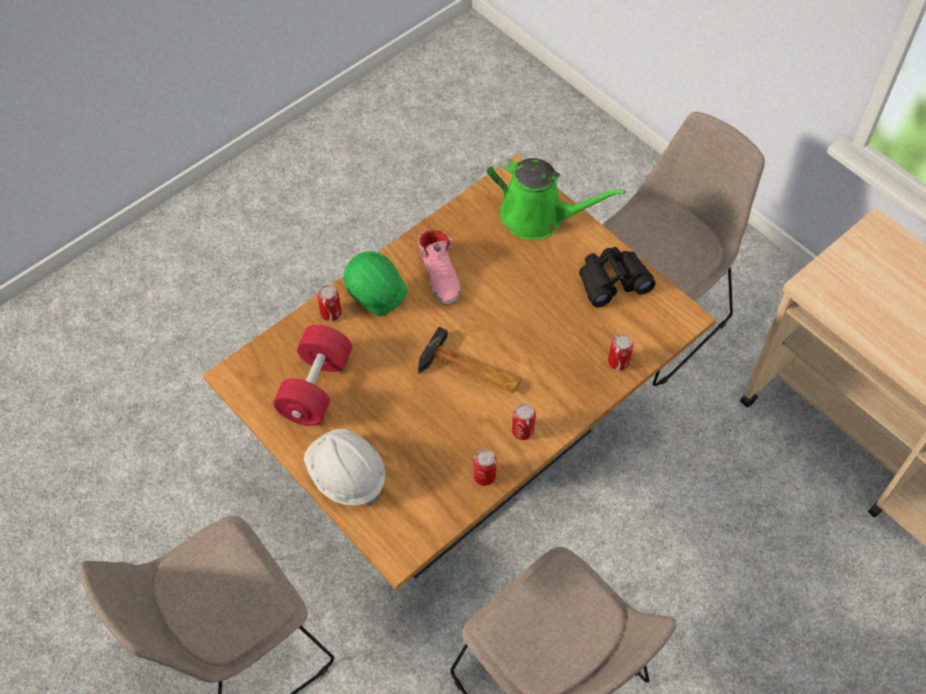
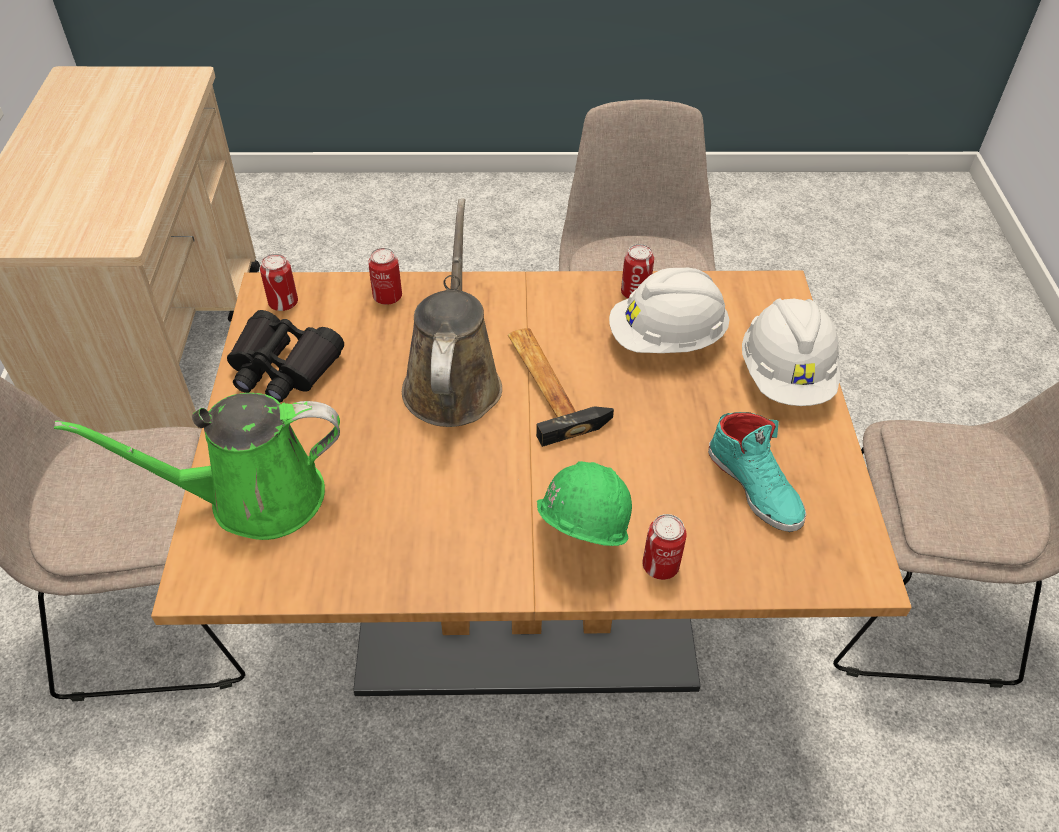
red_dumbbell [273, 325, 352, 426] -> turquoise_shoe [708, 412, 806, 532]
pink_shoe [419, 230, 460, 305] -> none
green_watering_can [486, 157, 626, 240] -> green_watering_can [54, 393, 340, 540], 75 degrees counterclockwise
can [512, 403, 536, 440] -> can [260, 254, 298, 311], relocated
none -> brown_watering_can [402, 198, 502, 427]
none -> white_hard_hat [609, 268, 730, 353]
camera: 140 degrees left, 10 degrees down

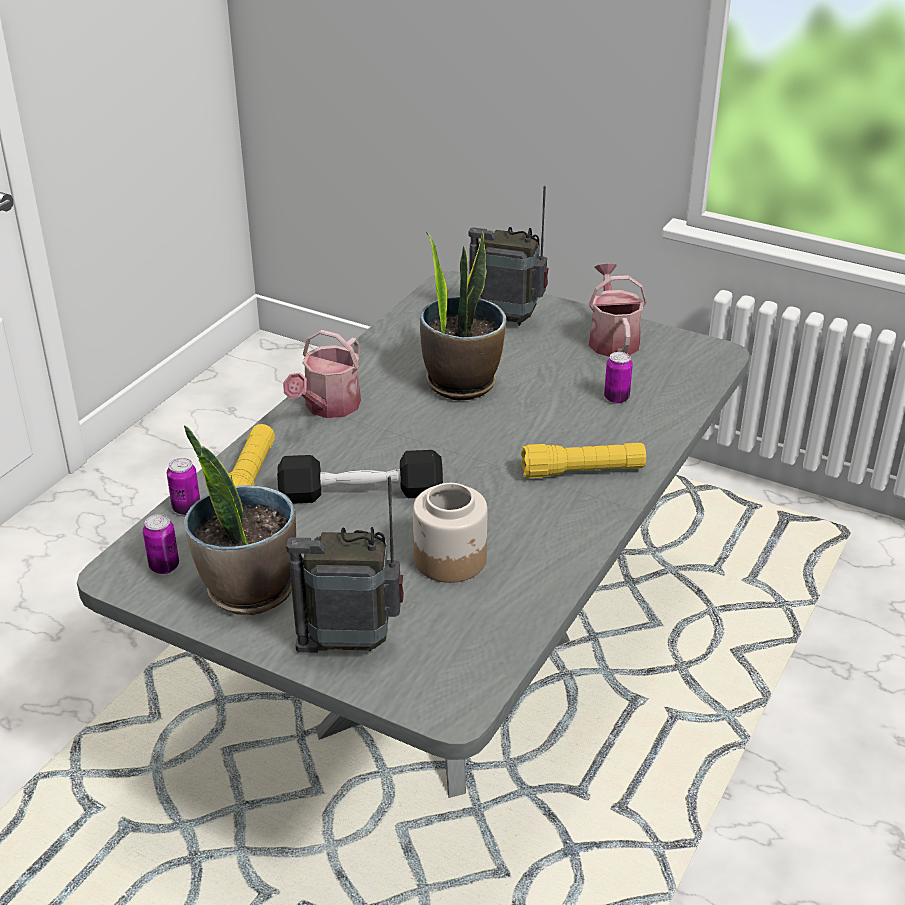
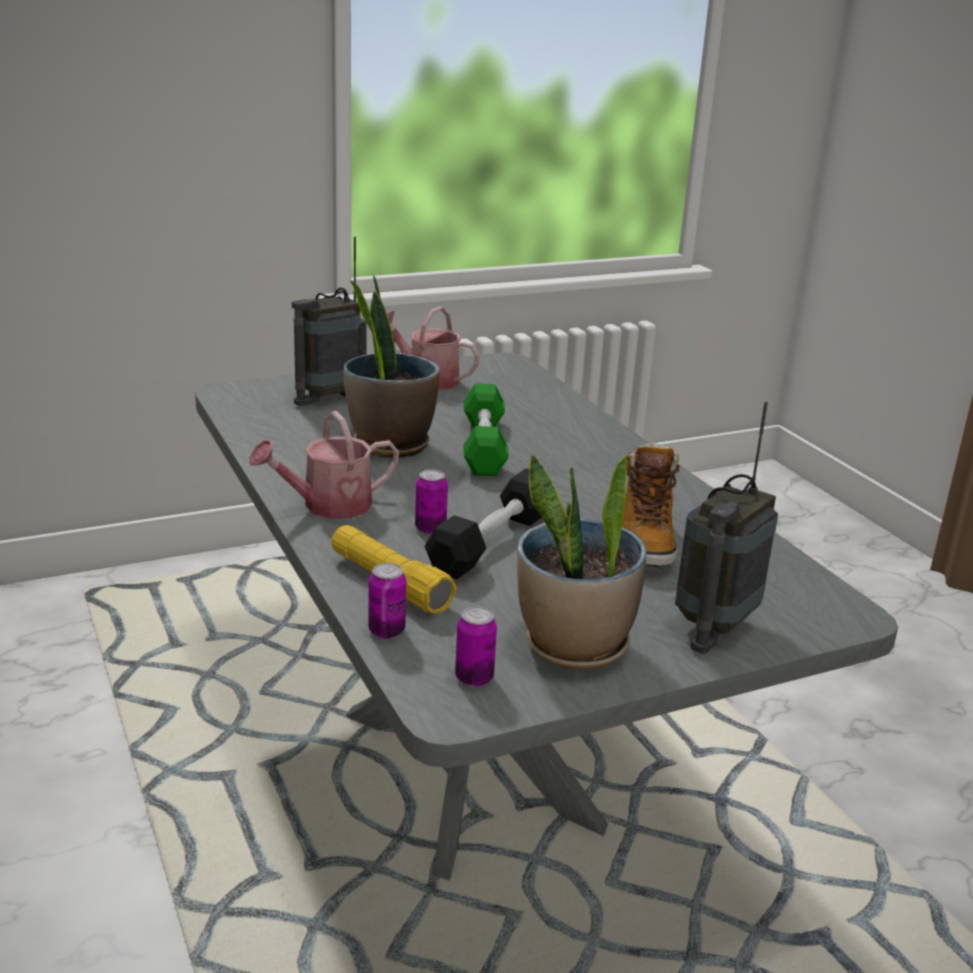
watering_can [283, 330, 361, 418] -> watering_can [249, 411, 399, 519], 90 degrees clockwise
jar [413, 483, 487, 583] -> boot [622, 443, 680, 567]
yellow_flashlight [521, 443, 646, 478] -> none
can [604, 352, 633, 404] -> can [415, 469, 448, 534], relocated
none -> green_dumbbell [463, 384, 509, 476]
camera: 55 degrees left, 10 degrees down

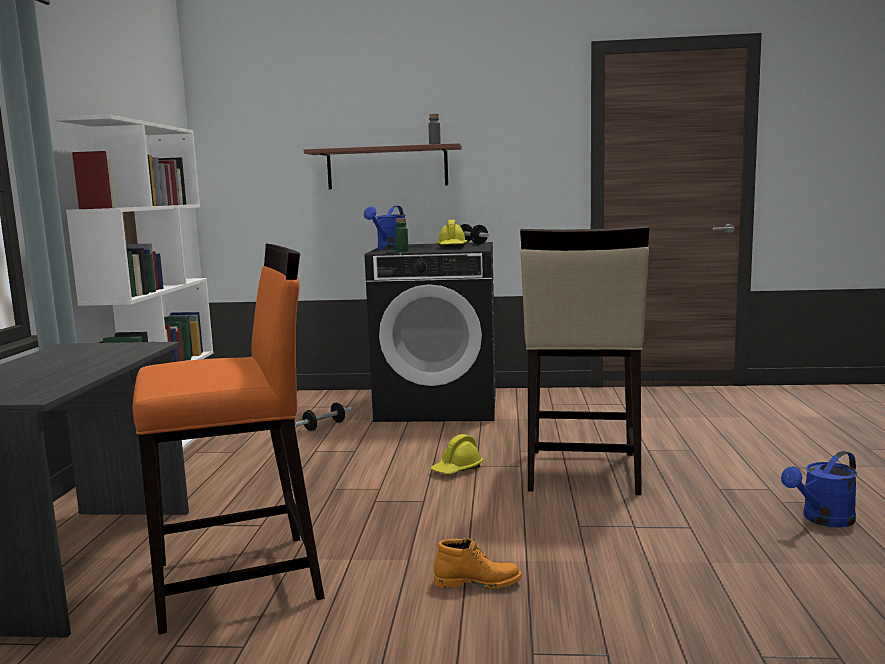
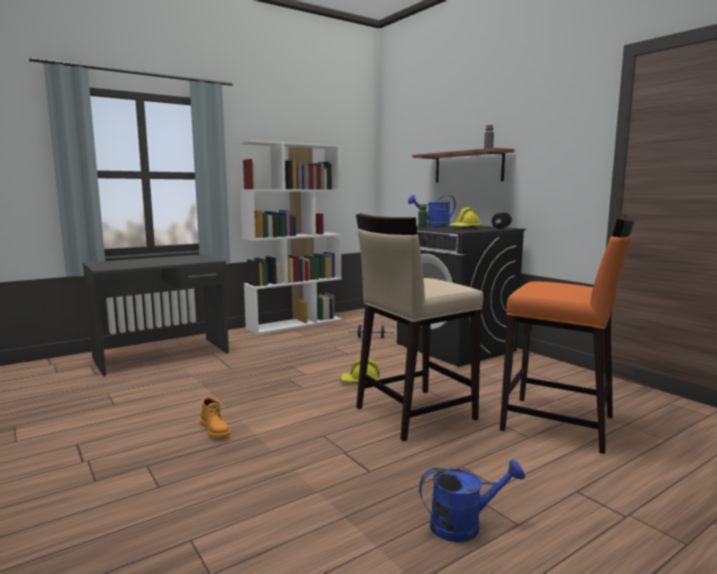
orange_stool [132, 243, 325, 635] -> orange_stool [500, 214, 635, 454], relocated
blue_watering_can [781, 451, 858, 527] -> blue_watering_can [419, 459, 525, 542], 150 degrees clockwise
camera: 50 degrees right, 0 degrees up

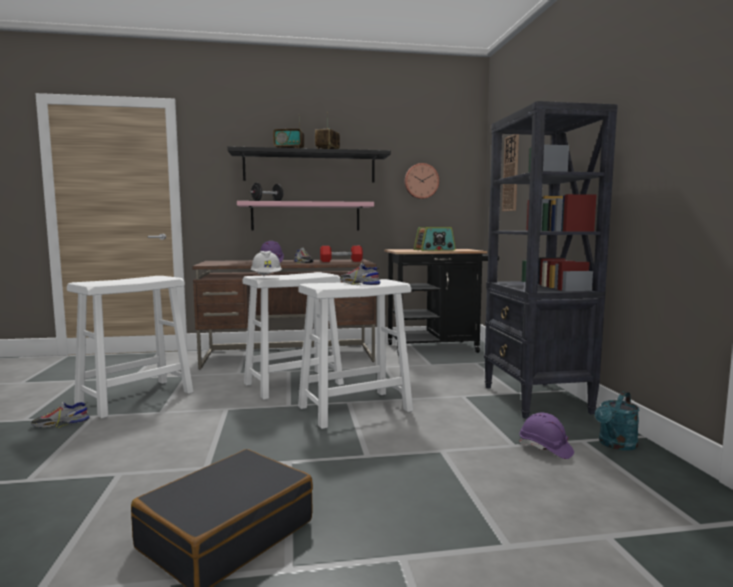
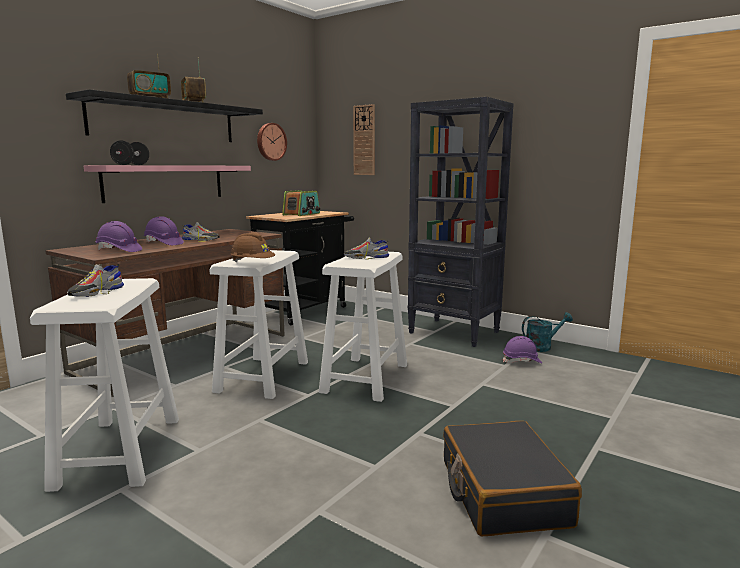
shoe [31, 402, 90, 428] -> shoe [67, 264, 124, 297], relocated
white_hard_hat [250, 251, 282, 276] -> brown_hard_hat [230, 232, 275, 262]
red_dumbbell [320, 246, 363, 262] -> none
turquoise_watering_can [595, 391, 639, 451] -> turquoise_watering_can [522, 312, 573, 352], 105 degrees counterclockwise
none -> purple_hard_hat [95, 221, 142, 252]
camera: 45 degrees left, 5 degrees up

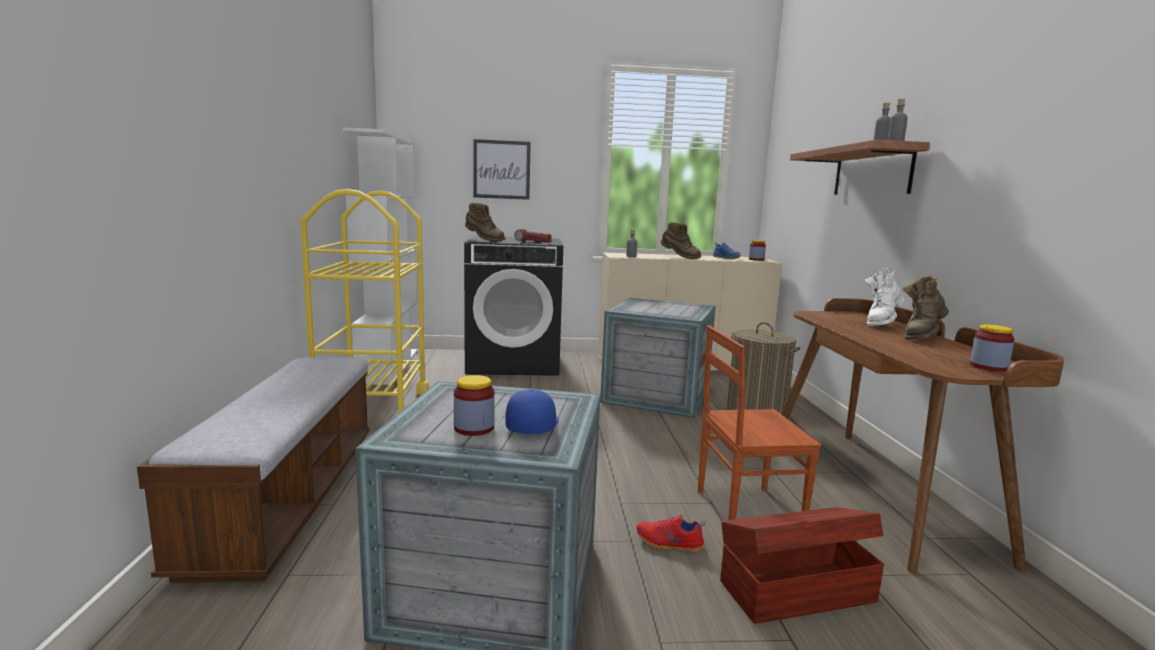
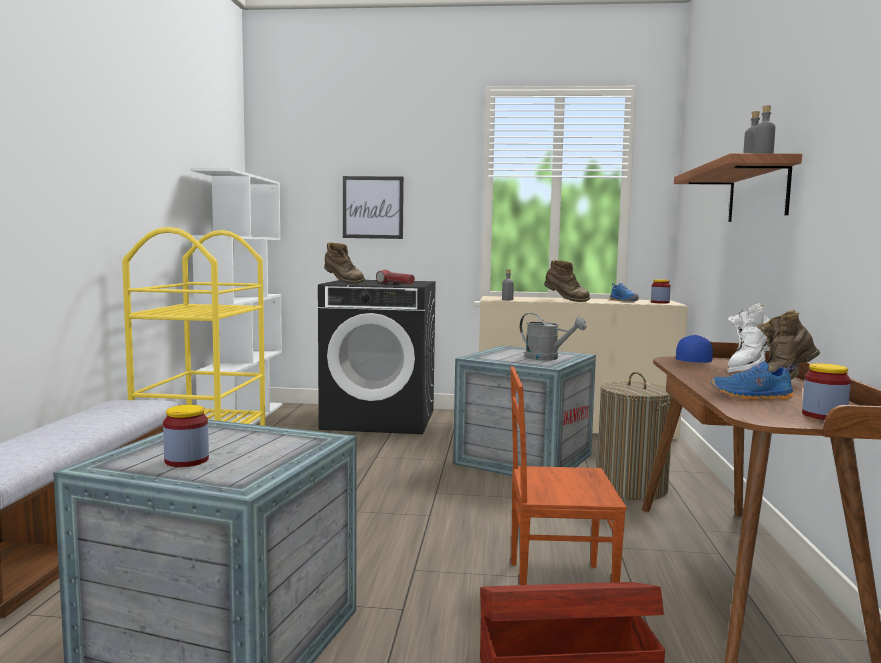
blue_cap [505, 389, 559, 434] -> blue_cap [676, 335, 713, 363], relocated
red_shoe [636, 515, 706, 552] -> none
none -> grey_watering_can [520, 313, 586, 360]
none -> blue_shoe [711, 361, 794, 400]
camera: 10 degrees right, 5 degrees down

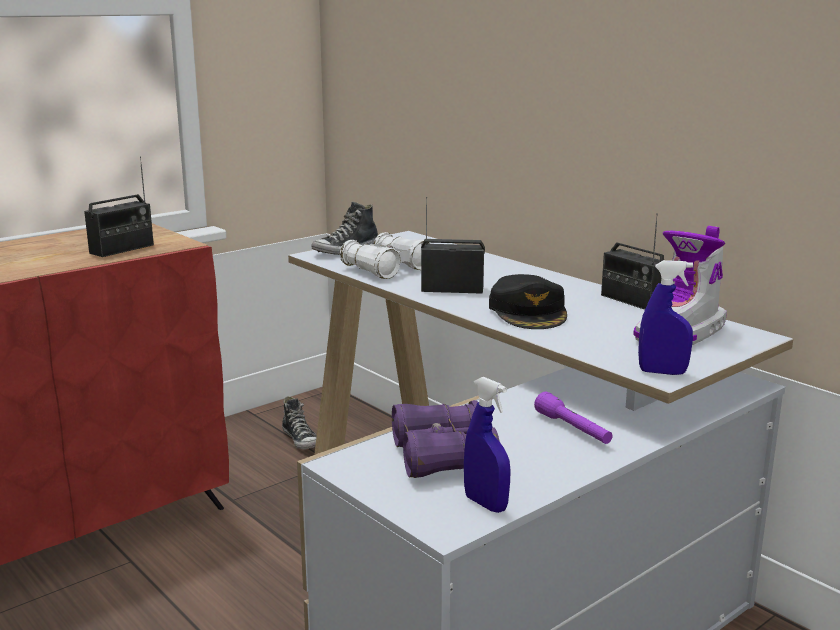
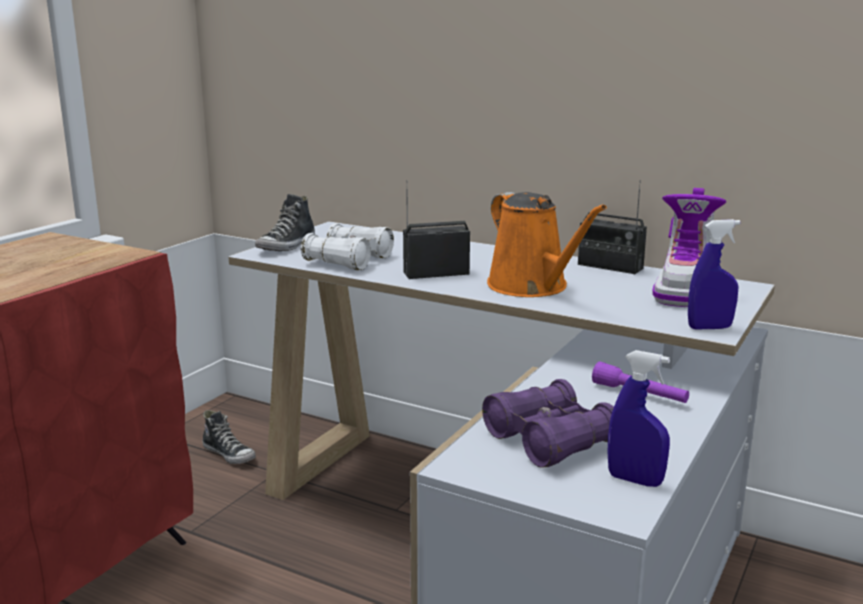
radio [84, 156, 154, 257] -> none
black_cap [489, 274, 567, 329] -> orange_watering_can [487, 192, 607, 297]
camera: 20 degrees left, 0 degrees up

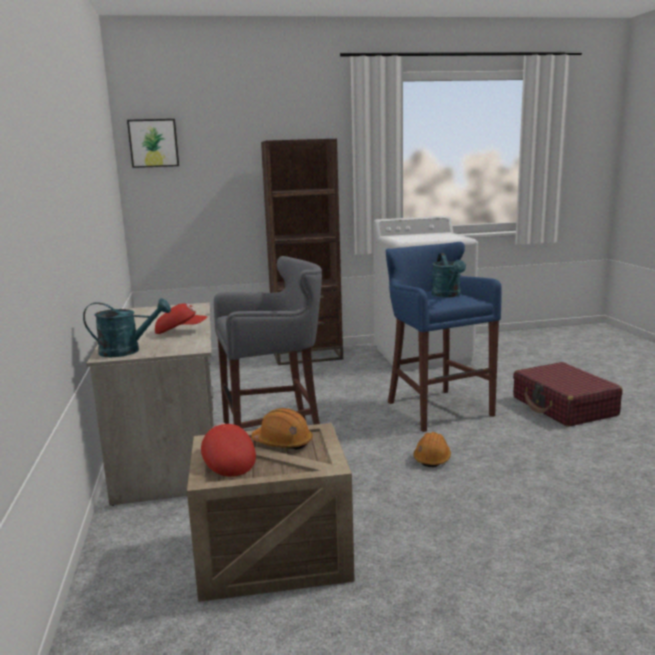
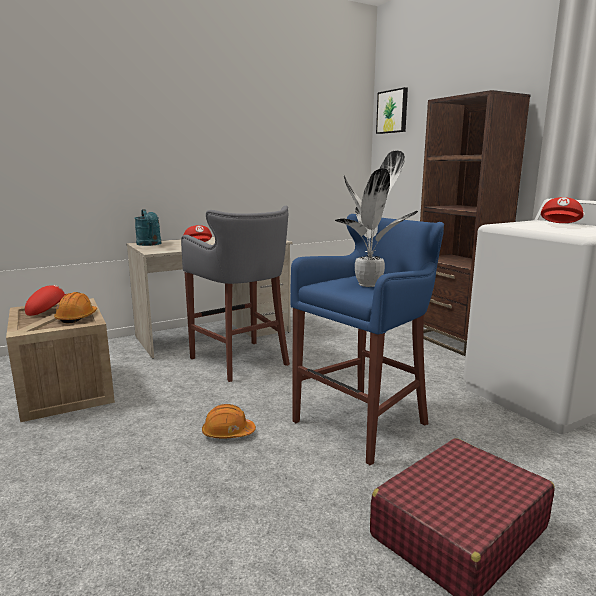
turquoise_watering_can [432, 253, 466, 297] -> potted_plant [335, 150, 418, 287]
none -> red_cap [541, 197, 583, 223]
camera: 70 degrees right, 0 degrees up

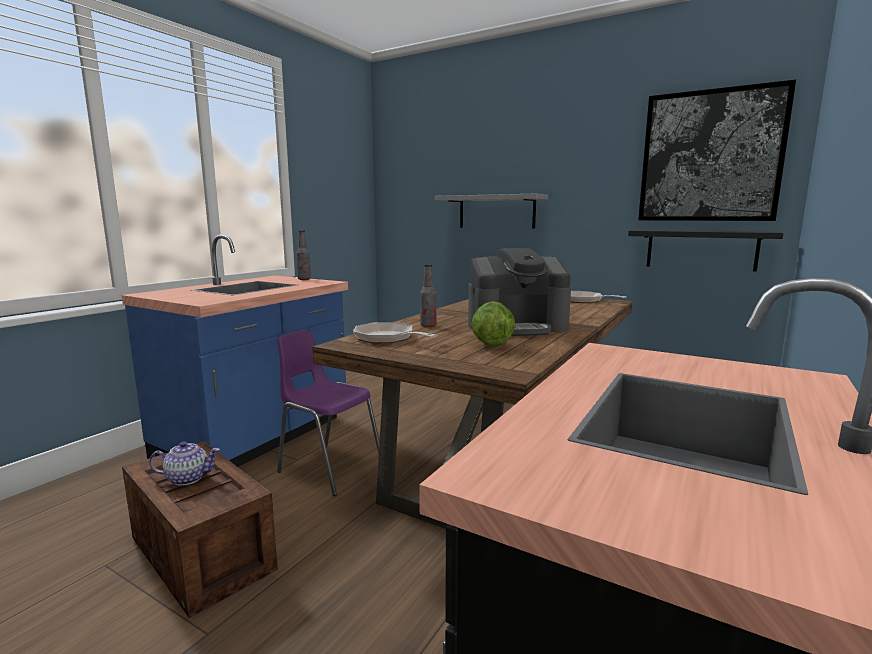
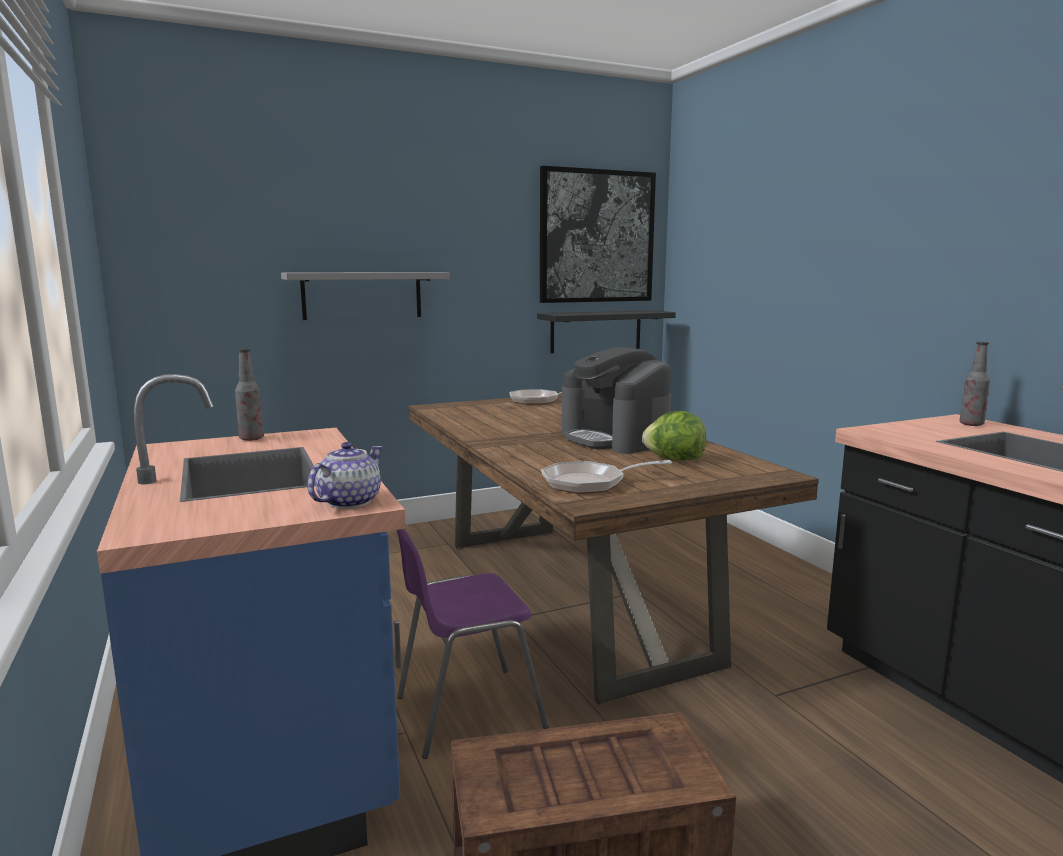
teapot [149, 441, 220, 486] -> teapot [308, 442, 383, 509], relocated
bottle [420, 264, 436, 327] -> bottle [960, 342, 990, 426], relocated
coffee_machine [468, 248, 571, 336] -> coffee_machine [562, 347, 671, 454], 120 degrees clockwise
camera: 55 degrees left, 0 degrees up

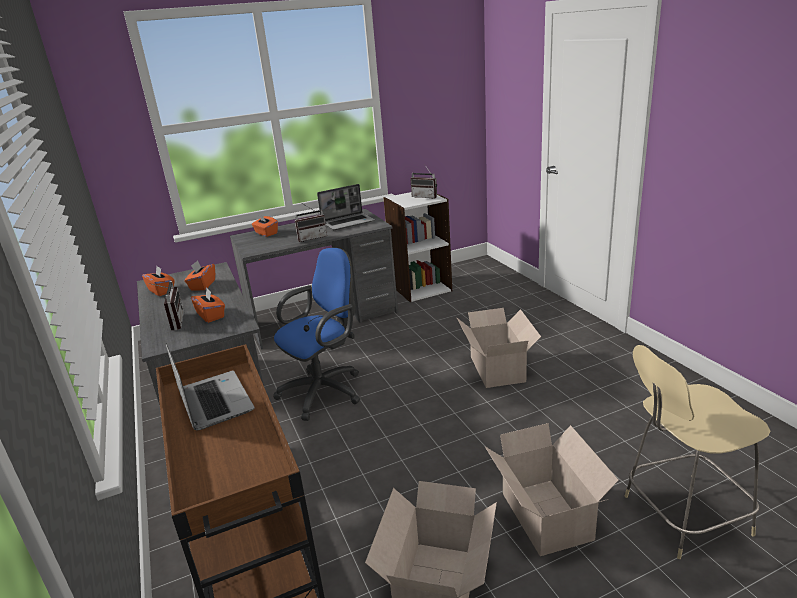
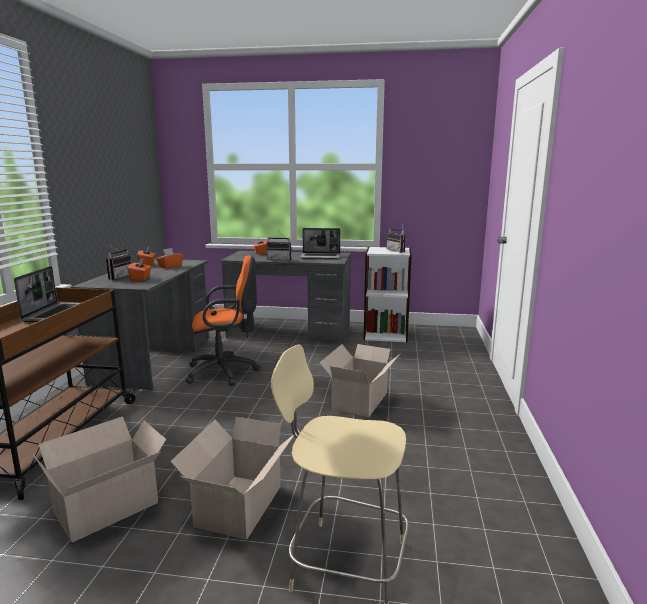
blue_office_chair [273, 248, 360, 421] -> orange_office_chair [185, 255, 260, 386]
camera: 30 degrees right, 10 degrees down

